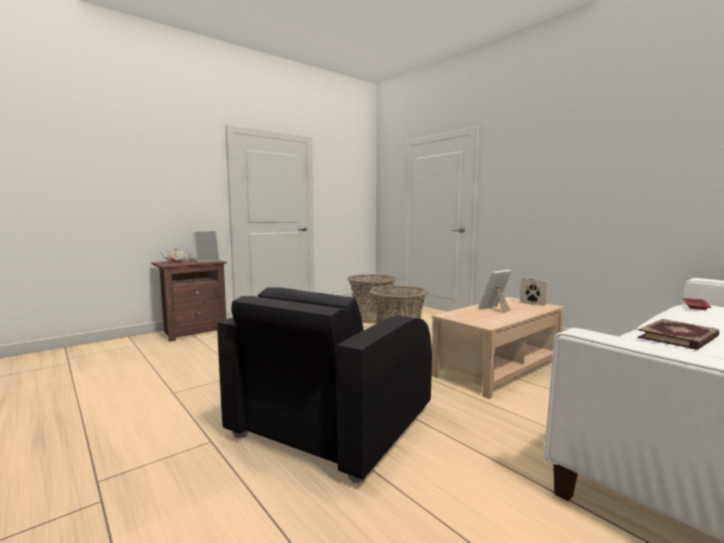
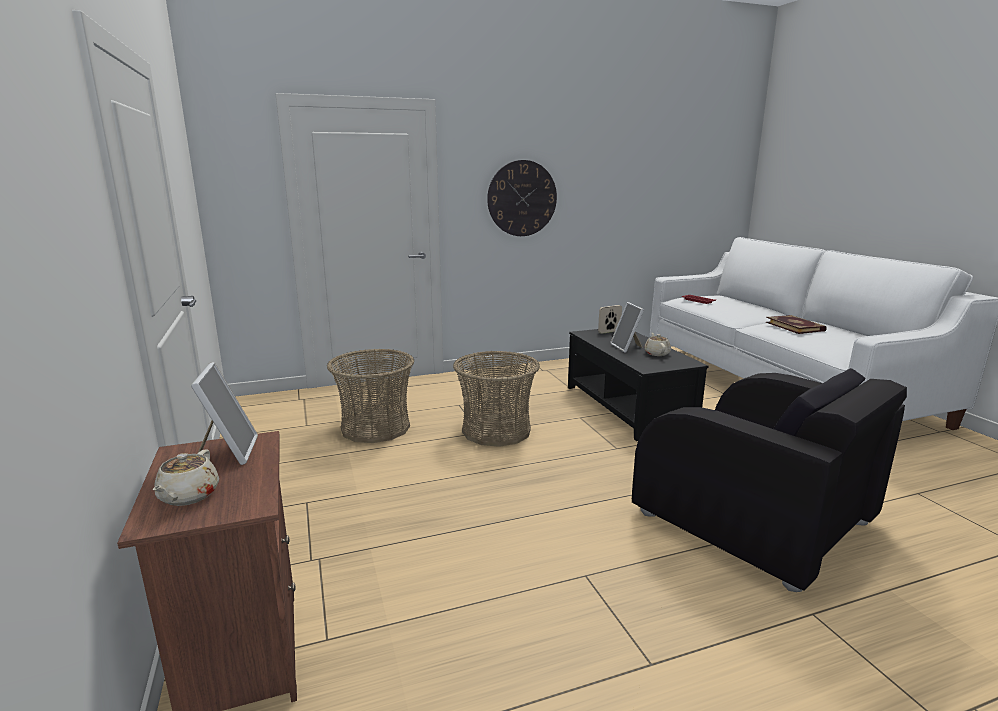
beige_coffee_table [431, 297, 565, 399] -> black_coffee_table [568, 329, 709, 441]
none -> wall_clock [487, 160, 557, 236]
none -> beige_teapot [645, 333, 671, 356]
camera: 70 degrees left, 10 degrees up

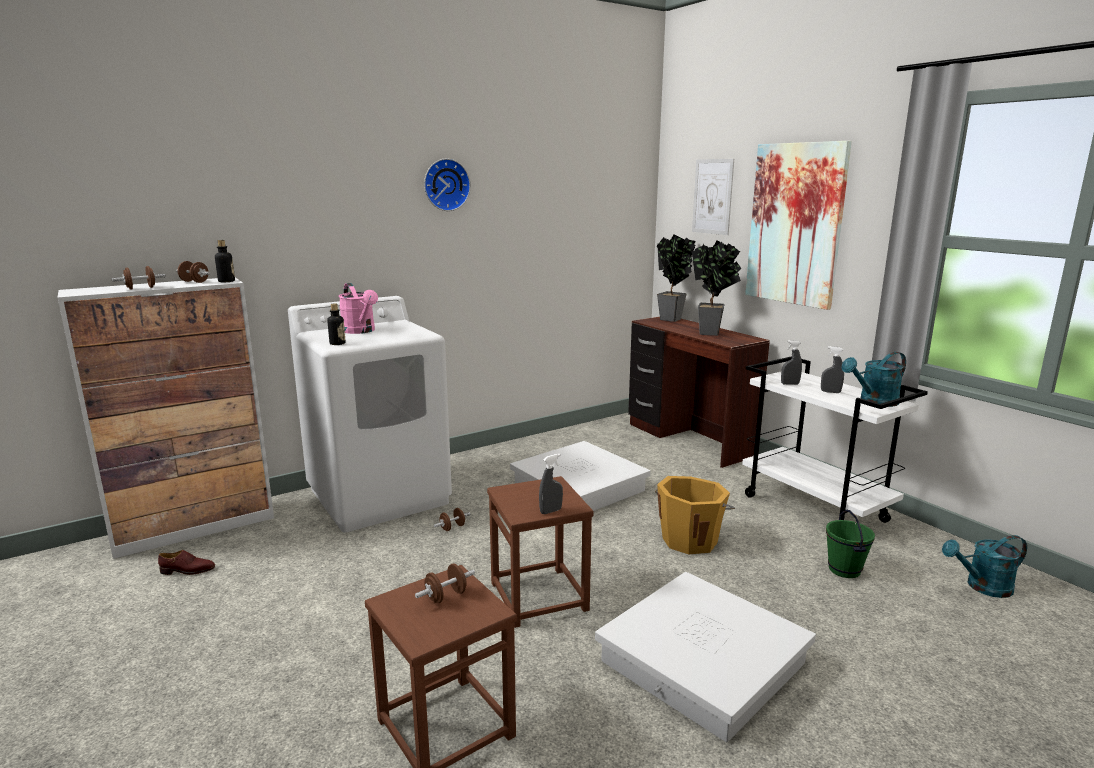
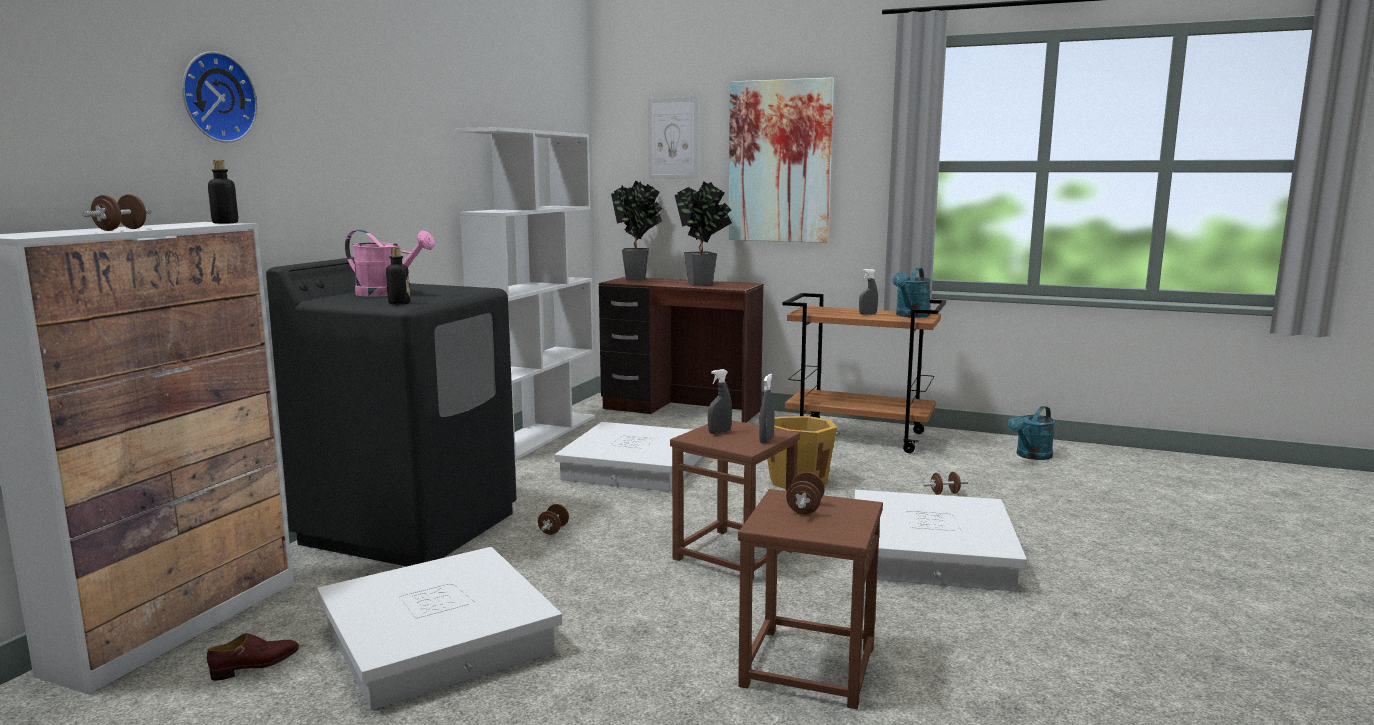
brown_dumbbell [176, 261, 210, 283] -> brown_dumbbell [923, 472, 969, 495], relocated
white_washing_machine [288, 296, 452, 533] -> black_washing_machine [266, 257, 517, 566]
wall_clock [424, 159, 471, 211] -> wall_clock [182, 51, 257, 143], relocated
white_cart [742, 356, 928, 523] -> brown_cart [783, 293, 946, 453]
grey_spray_bottle [781, 340, 802, 385] -> grey_spray_bottle [708, 369, 732, 434], relocated
green_bucket [826, 510, 875, 578] -> none
none -> white_storage_box [317, 547, 562, 710]
none -> white_bookcase [456, 127, 595, 460]
camera: 35 degrees left, 5 degrees down

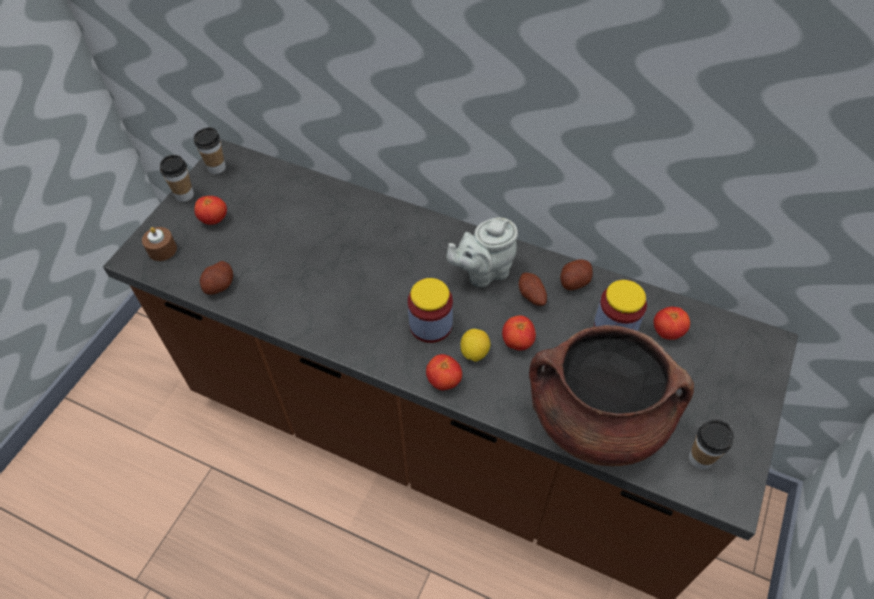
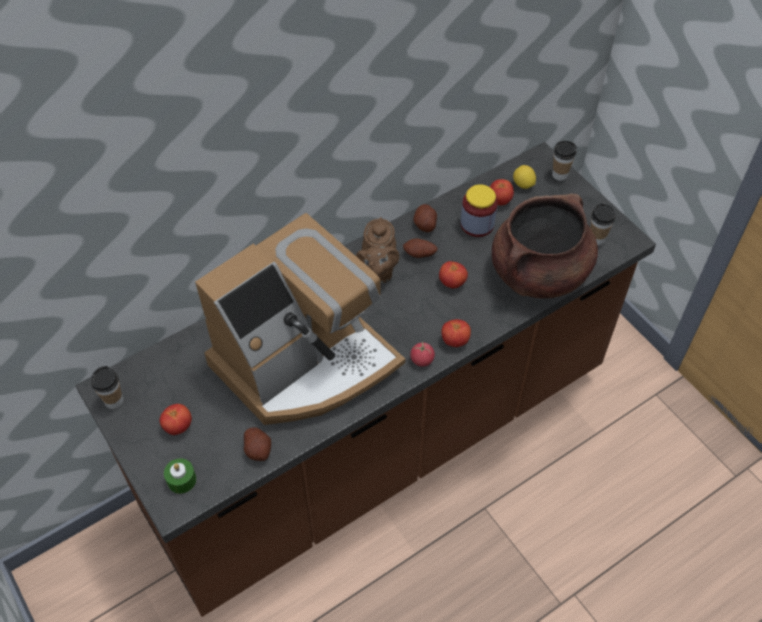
brown_candle [142, 227, 177, 261] -> green_candle [164, 458, 196, 494]
cup [160, 155, 194, 202] -> cup [552, 141, 577, 181], relocated
jar [408, 278, 453, 343] -> none
grey_teapot [446, 217, 518, 287] -> brown_teapot [356, 217, 399, 283]
lemon [461, 329, 490, 362] -> lemon [513, 165, 536, 189], relocated
none -> coffee_machine [195, 213, 405, 425]
none -> tomato [410, 342, 435, 367]
camera: 60 degrees left, 0 degrees up

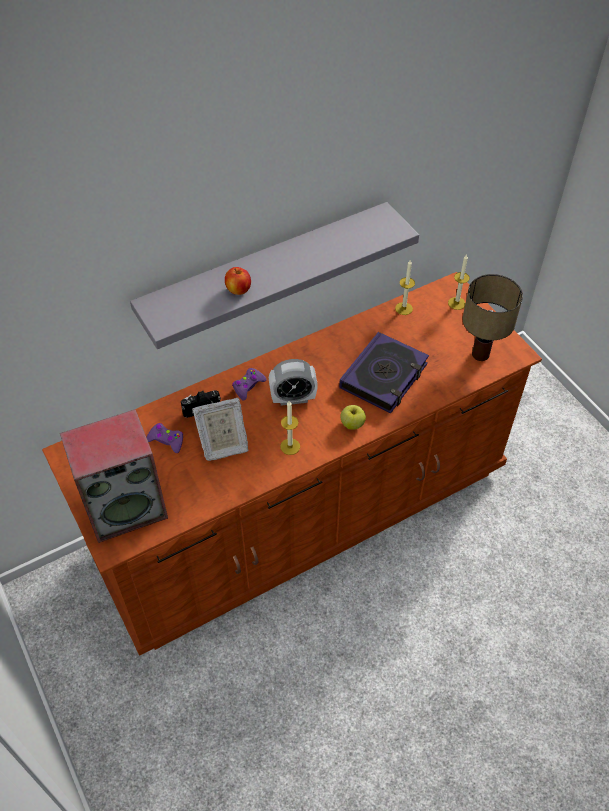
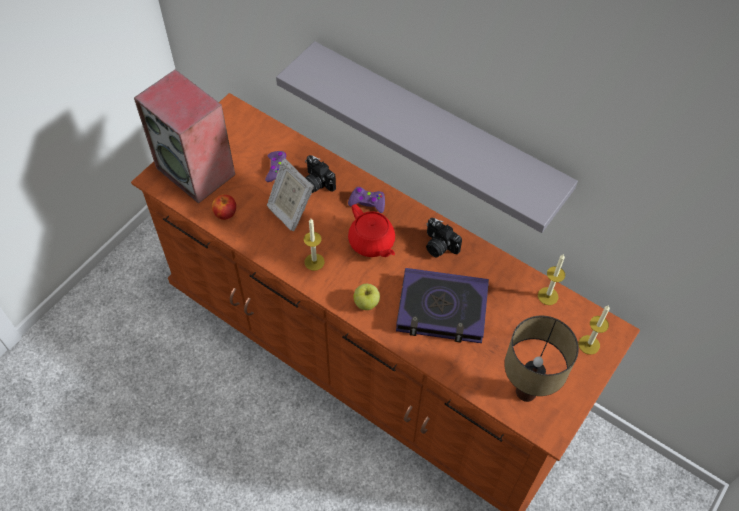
apple [225, 267, 251, 295] -> apple [212, 194, 236, 220], relocated
alarm_clock [269, 359, 318, 406] -> red_teapot [348, 204, 395, 257]
none -> photo_camera [426, 218, 462, 257]
camera: 65 degrees right, 5 degrees up

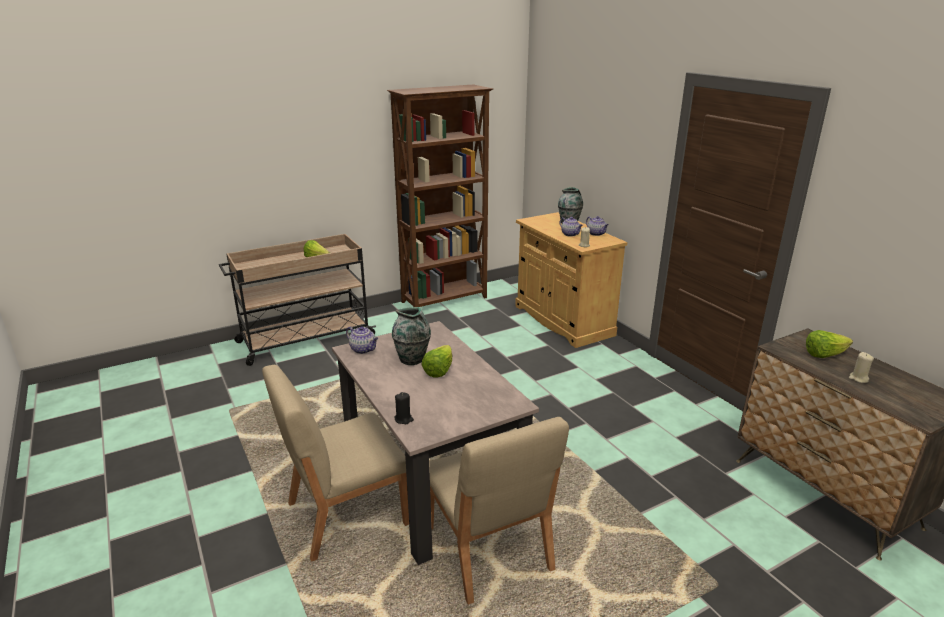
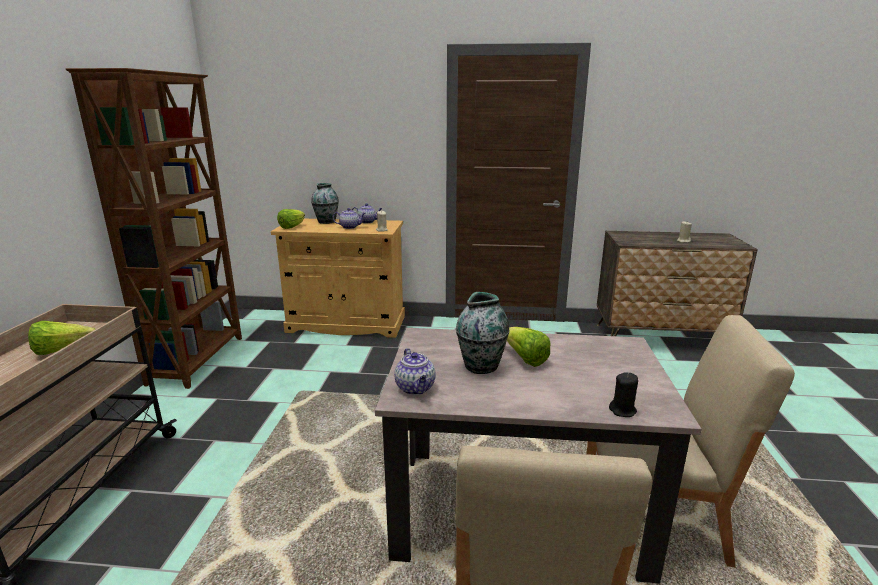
teapot [346, 326, 378, 354] -> teapot [394, 348, 436, 395], 90 degrees clockwise
lettuce [806, 330, 853, 358] -> lettuce [277, 209, 305, 229], relocated
camera: 55 degrees left, 5 degrees down

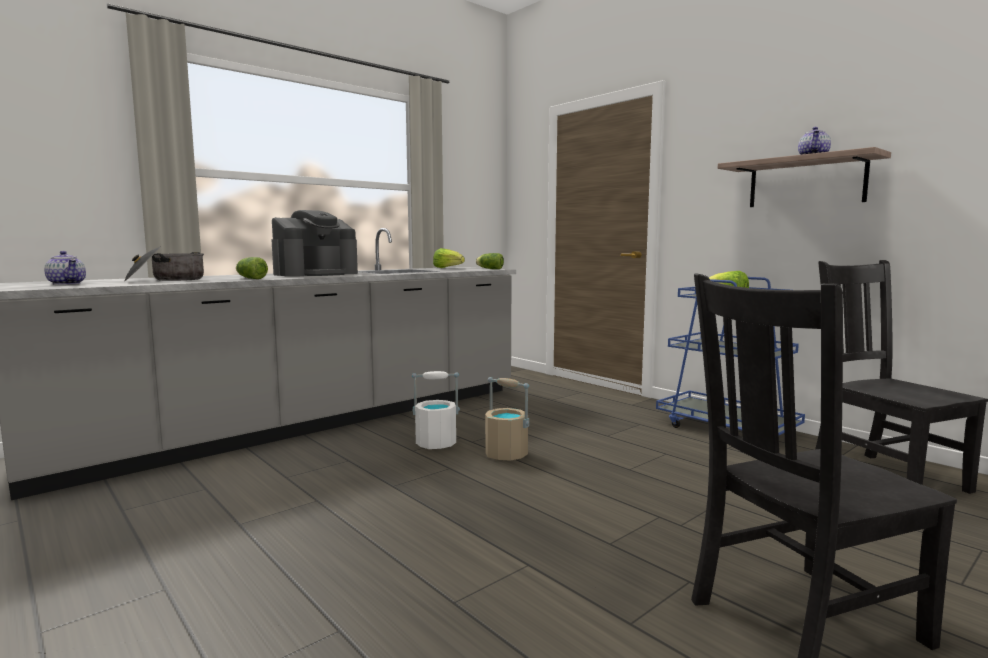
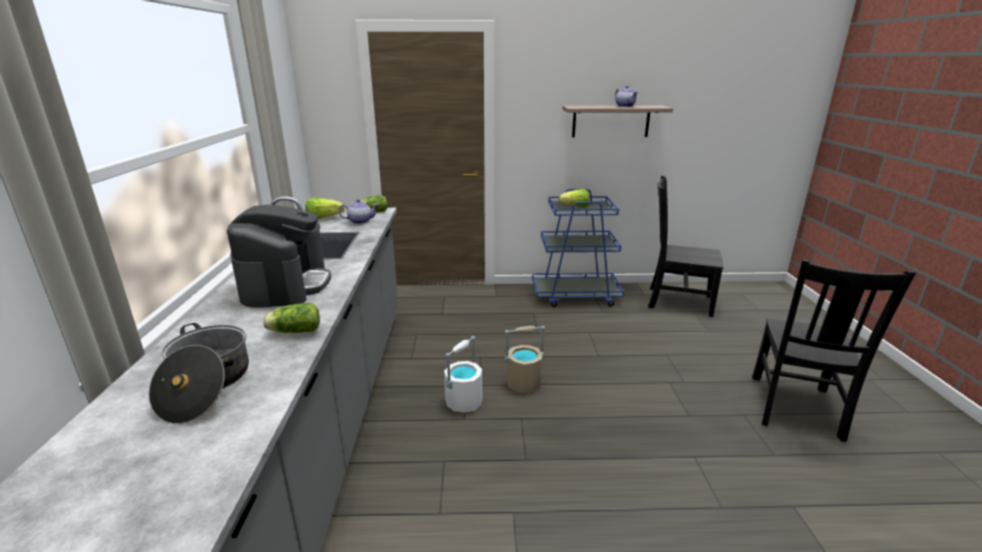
teapot [44, 251, 86, 285] -> teapot [339, 199, 379, 224], relocated
camera: 50 degrees left, 15 degrees up

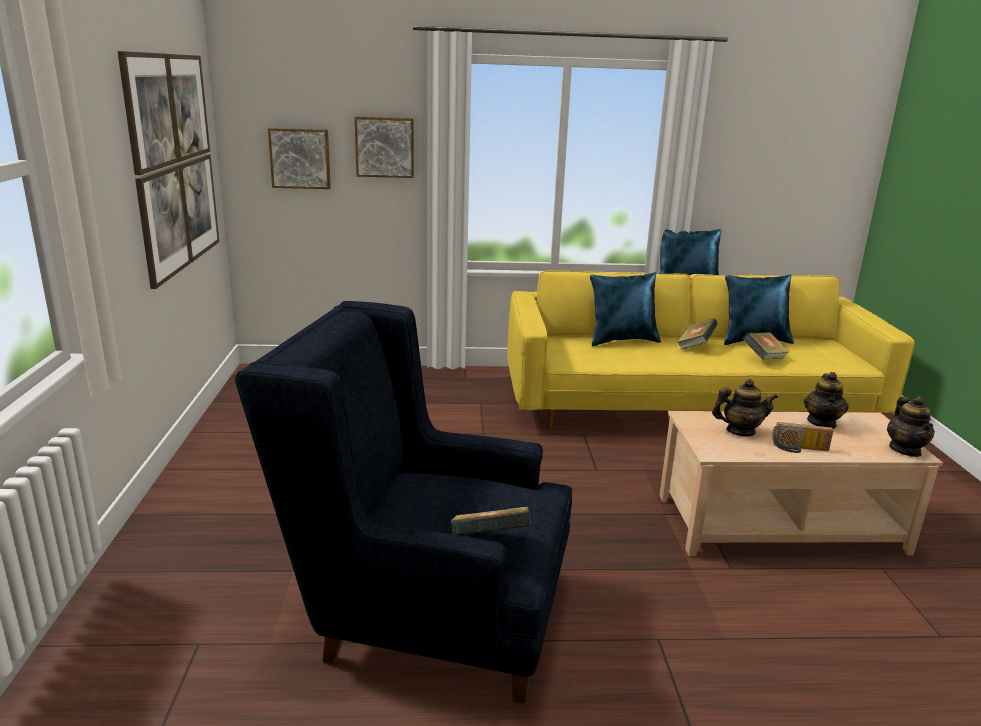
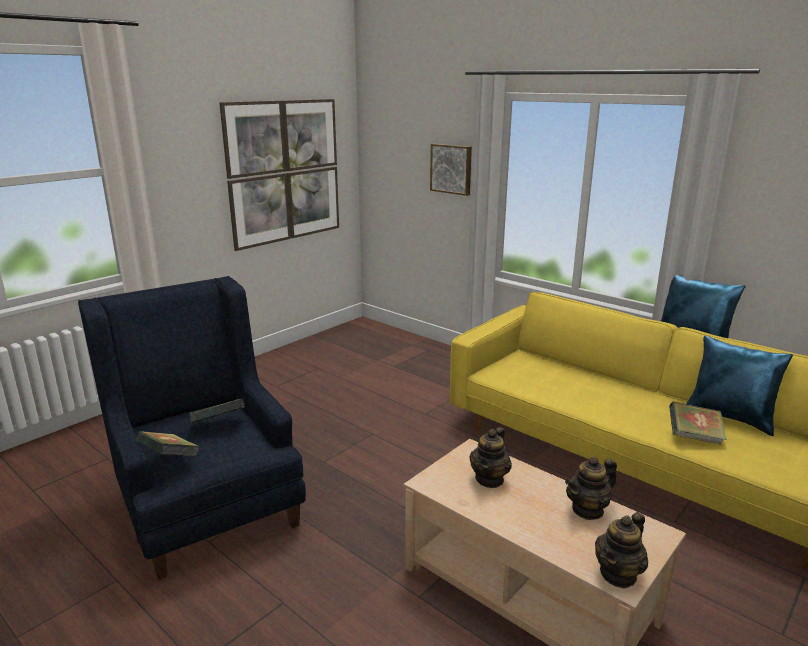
picture [268, 128, 331, 189] -> none
blue_pillow [590, 272, 661, 346] -> none
book [678, 318, 718, 350] -> book [189, 399, 245, 423], relocated
teapot [712, 379, 778, 437] -> teapot [469, 427, 512, 488], 75 degrees clockwise
radio [772, 422, 833, 453] -> none
camera: 45 degrees right, 0 degrees up

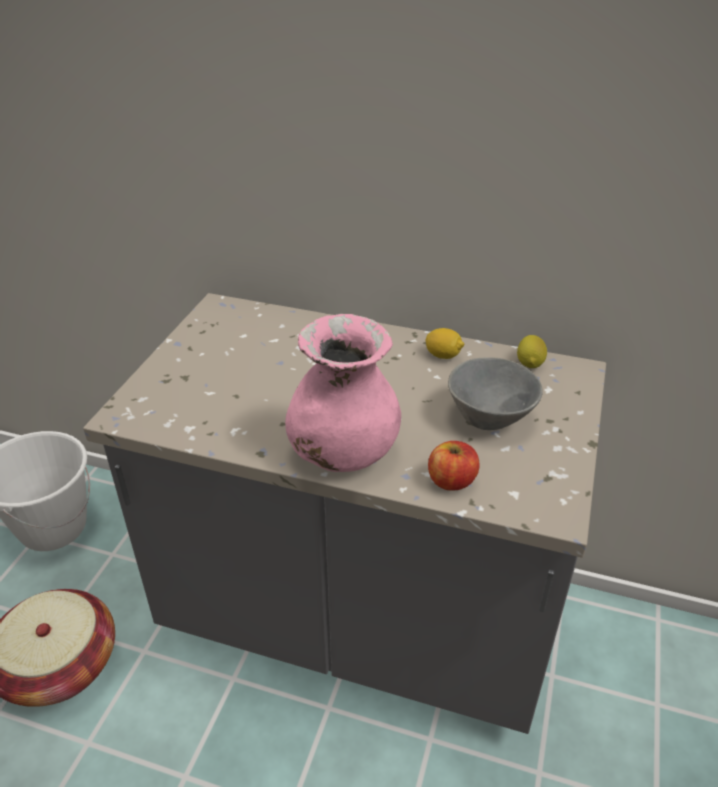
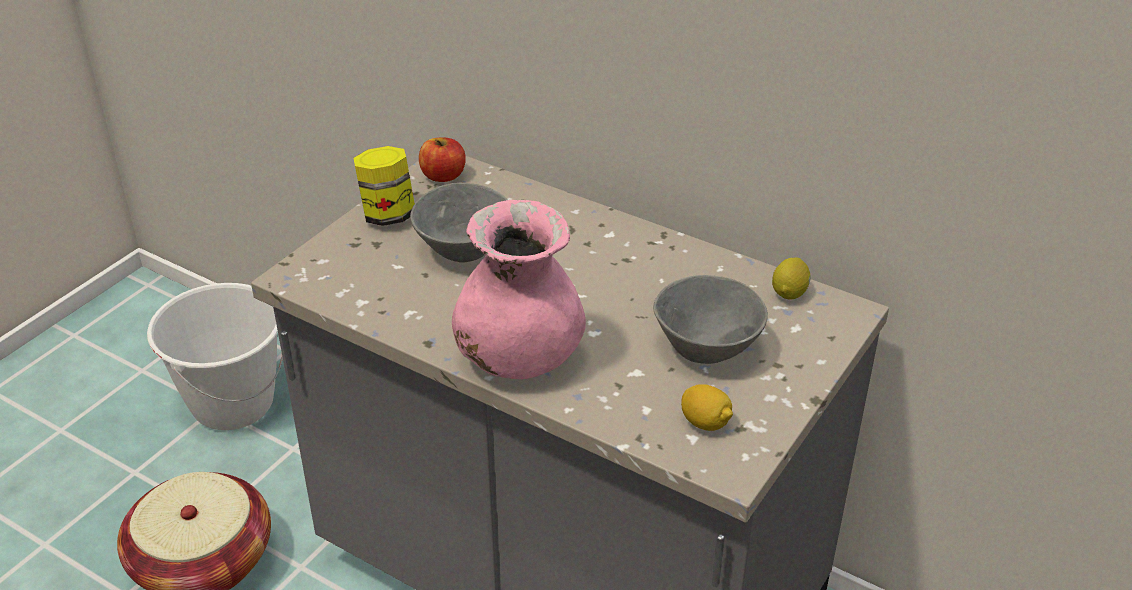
lemon [425, 328, 464, 359] -> lemon [681, 384, 733, 431], relocated
apple [428, 441, 480, 490] -> apple [419, 137, 466, 182], relocated
none -> jar [354, 146, 415, 226]
none -> grey_bowl [410, 183, 507, 263]
camera: 15 degrees right, 0 degrees up

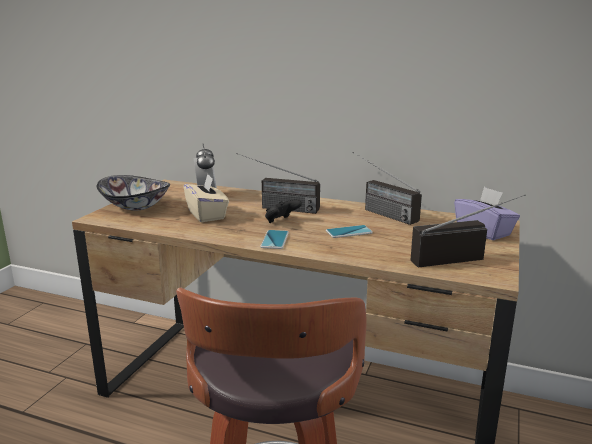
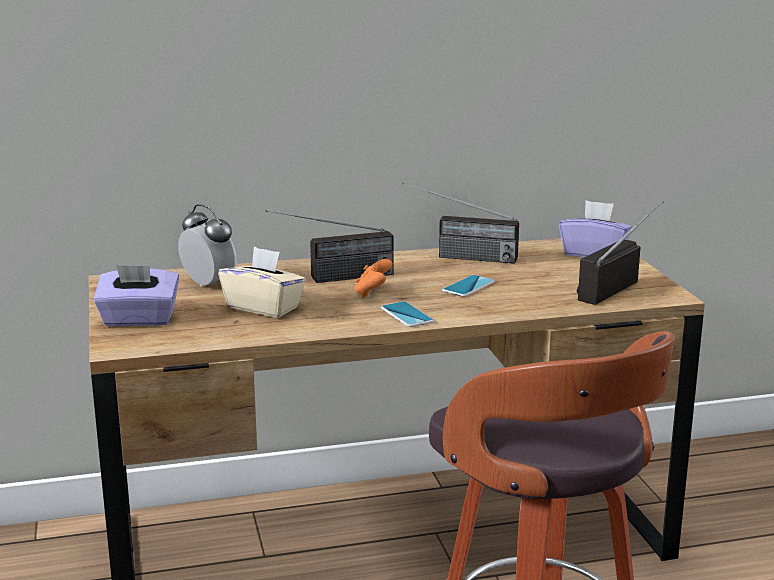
bowl [97, 175, 170, 210] -> purple_tissue_box [93, 265, 179, 326]
black_game_controller [265, 199, 302, 223] -> orange_game_controller [354, 259, 393, 298]
camera: 35 degrees left, 0 degrees up

